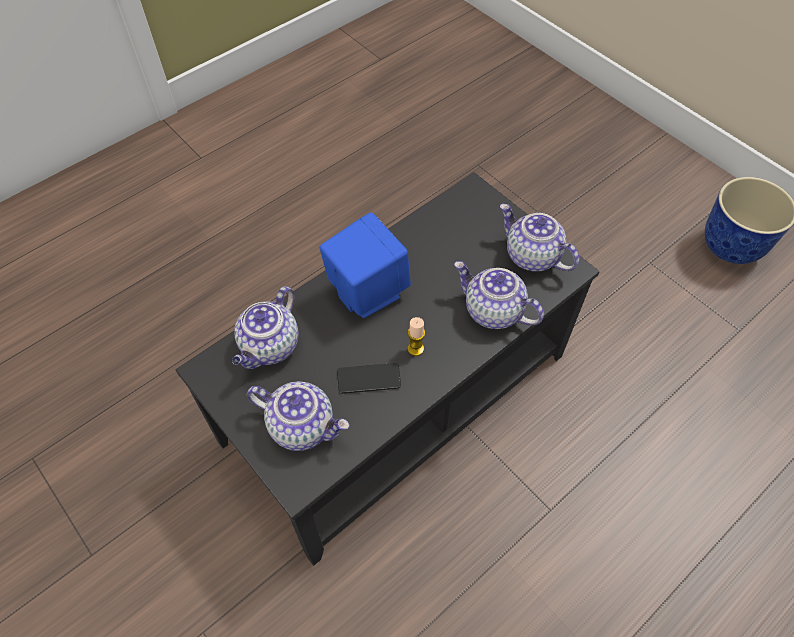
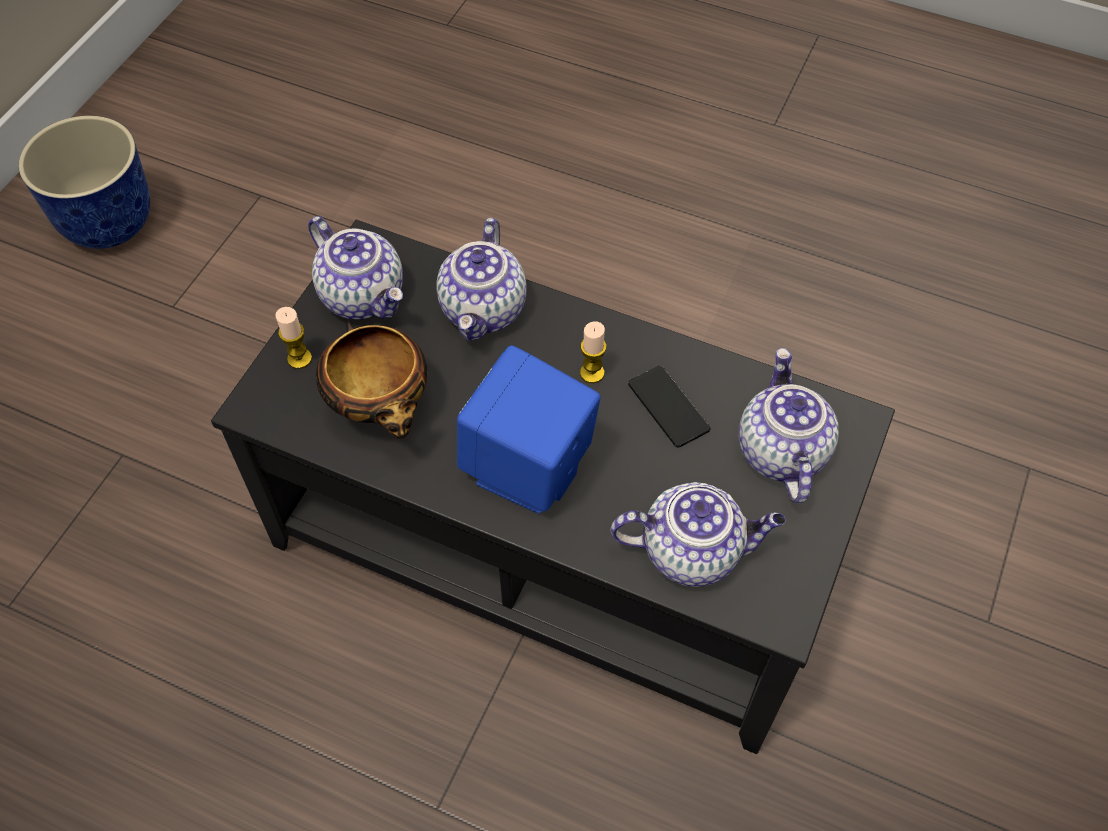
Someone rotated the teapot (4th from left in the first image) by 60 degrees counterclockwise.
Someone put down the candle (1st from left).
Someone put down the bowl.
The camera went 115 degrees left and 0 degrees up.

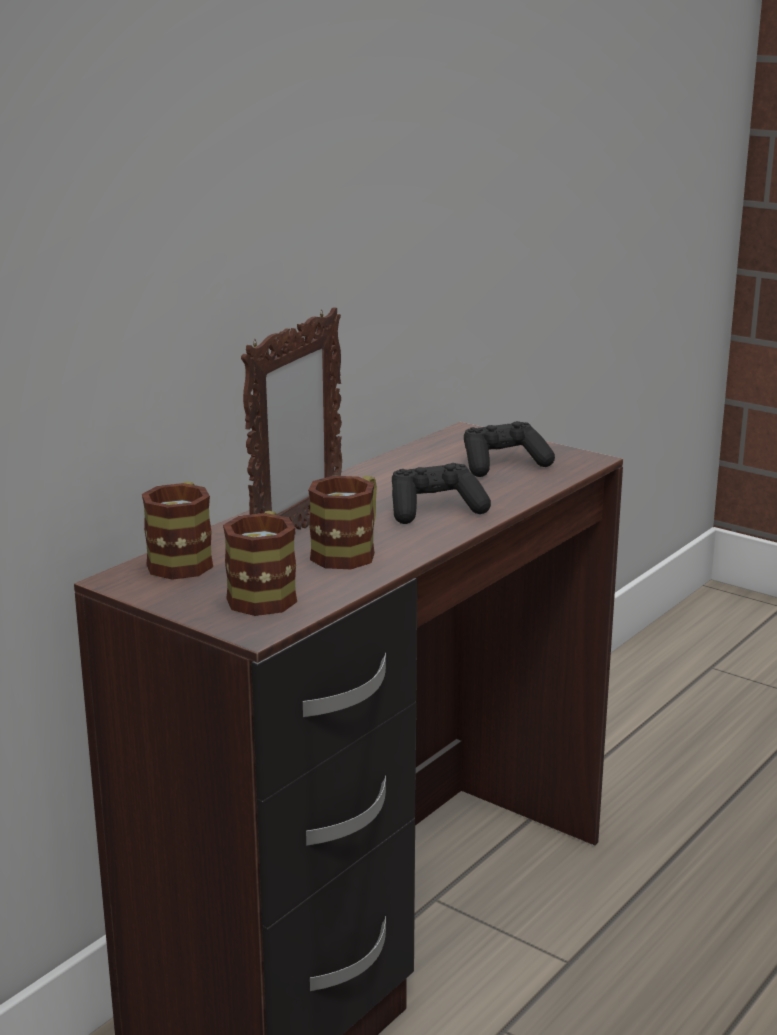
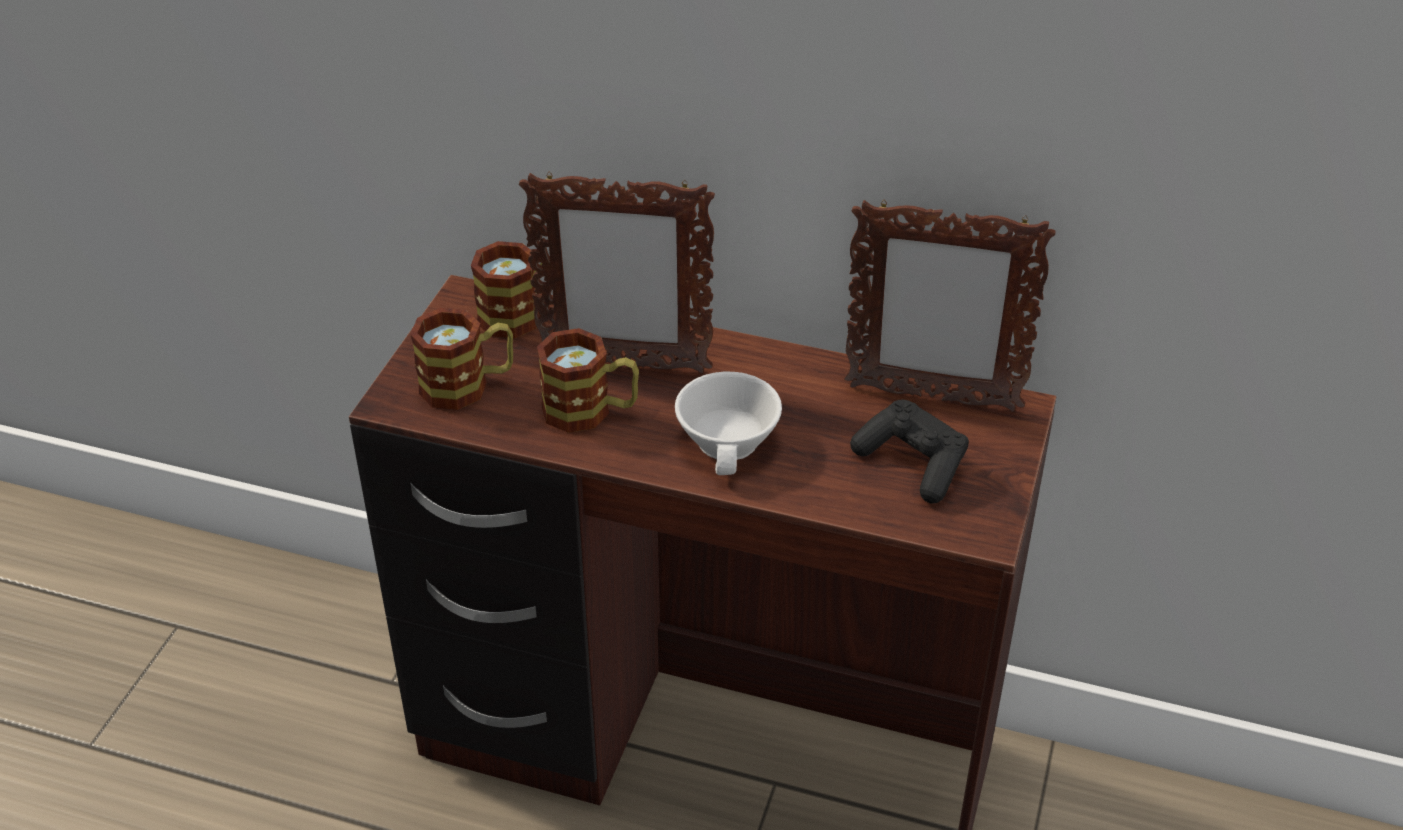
Someone swapped the game controller (black) (1st from left) for the cup (white).
Someone put down the picture frame (2nd from left).
The camera went 70 degrees right and 20 degrees up.

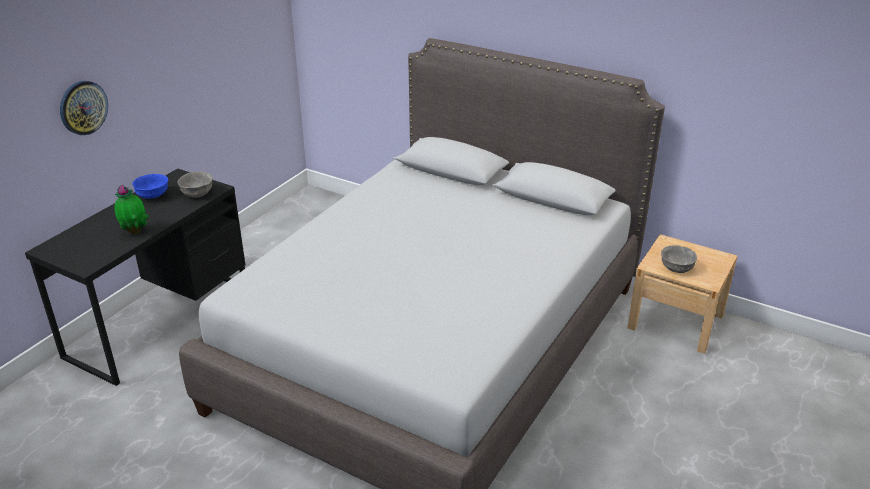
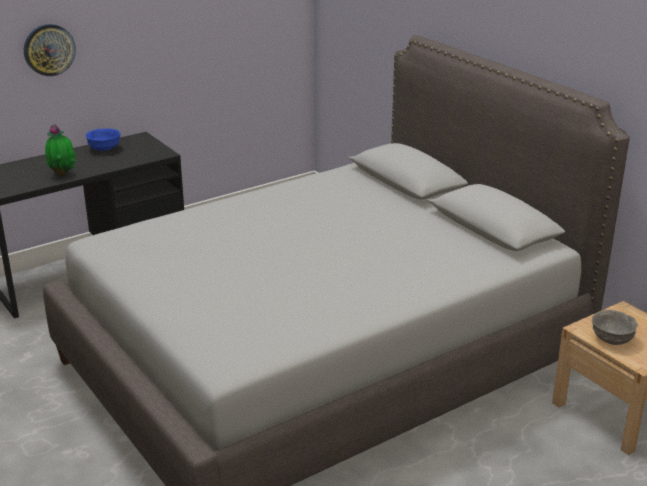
Someone took away the bowl (grey) (1st from left).
The camera went 25 degrees right and 5 degrees down.

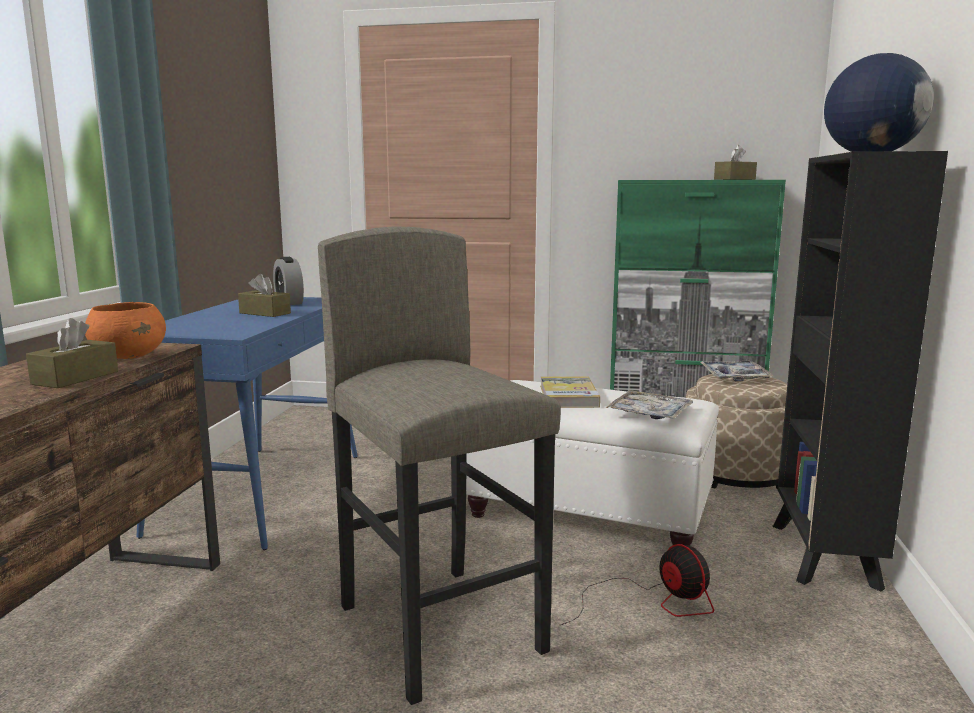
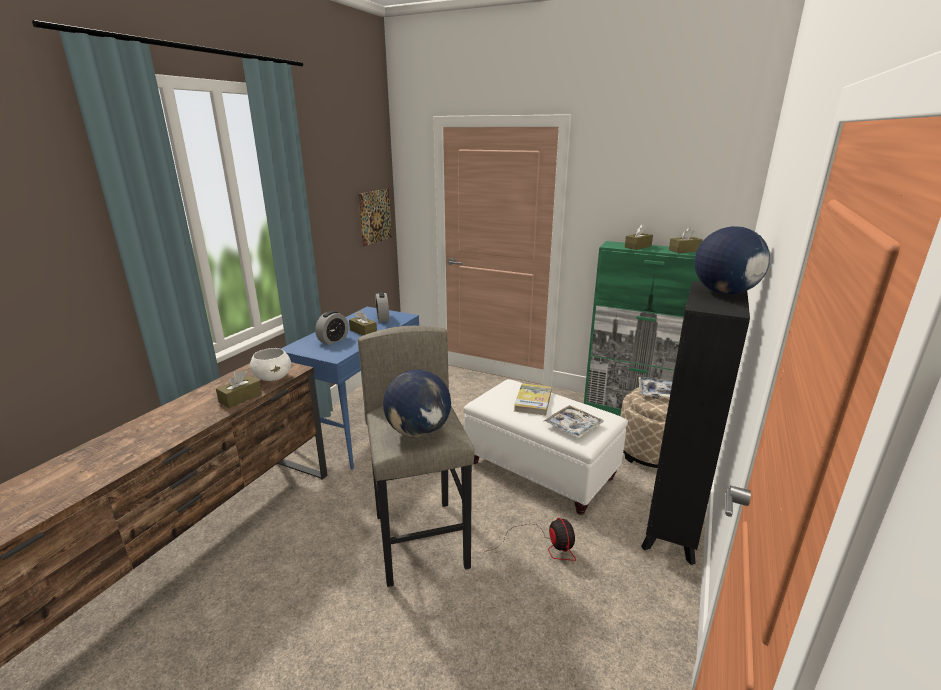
Someone repainted the bowl (orange), which became the bowl (white).
Someone put up the picture.
Someone put down the tissue box (brown) (3rd from left).
Someone put down the alarm clock (1st from left).
Someone put down the globe (1st from left).
The camera went 15 degrees right and 10 degrees up.

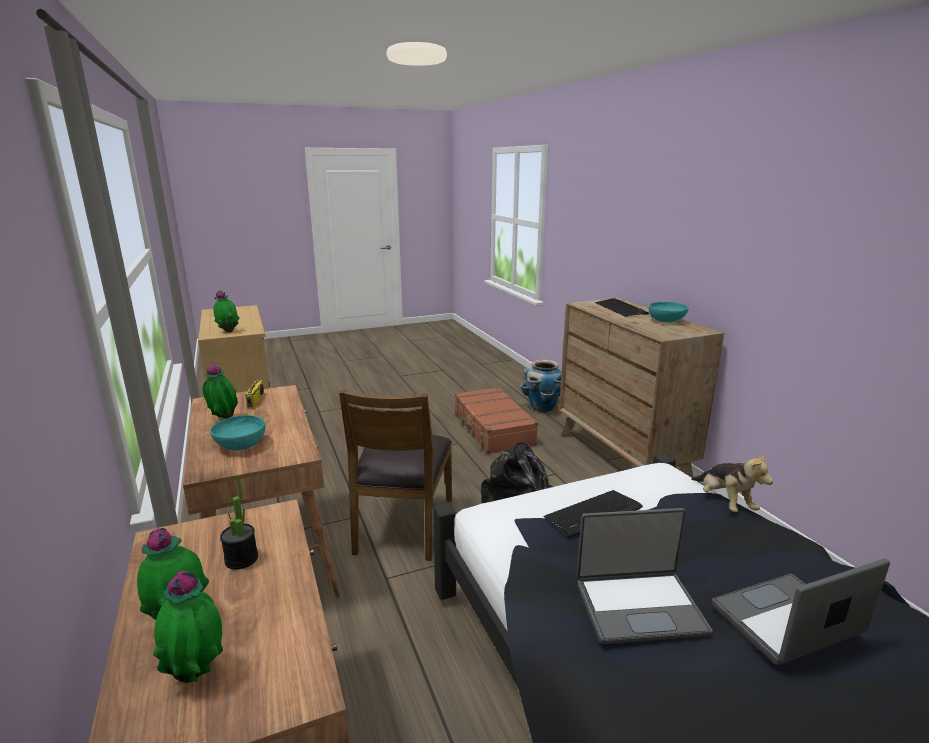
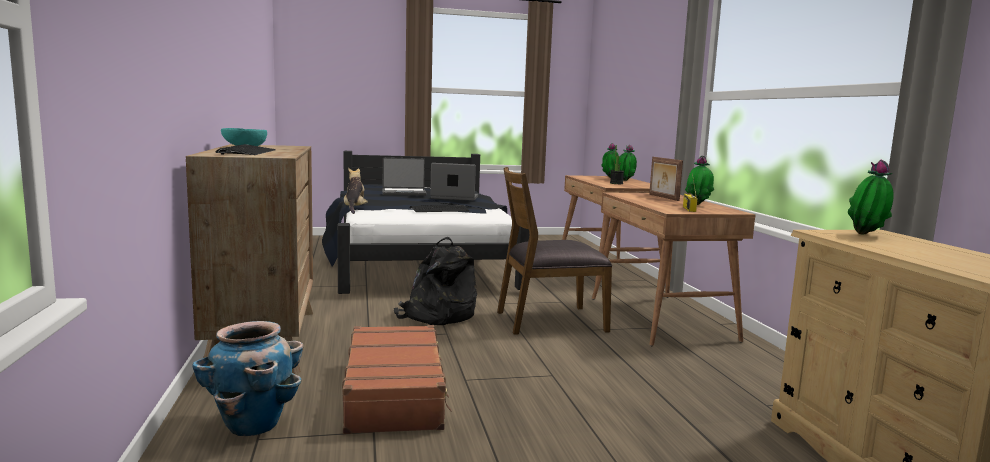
Someone rotated the chair (brown) by 120 degrees counterclockwise.
Someone swapped the bowl (turquoise) (1st from left) for the picture frame.
The camera went 170 degrees left and 10 degrees down.

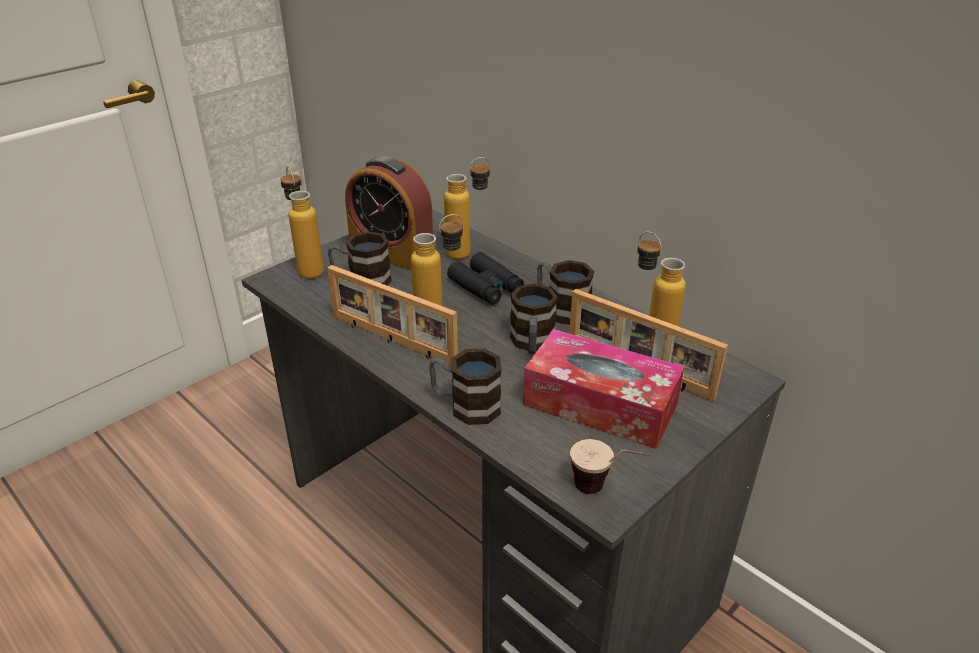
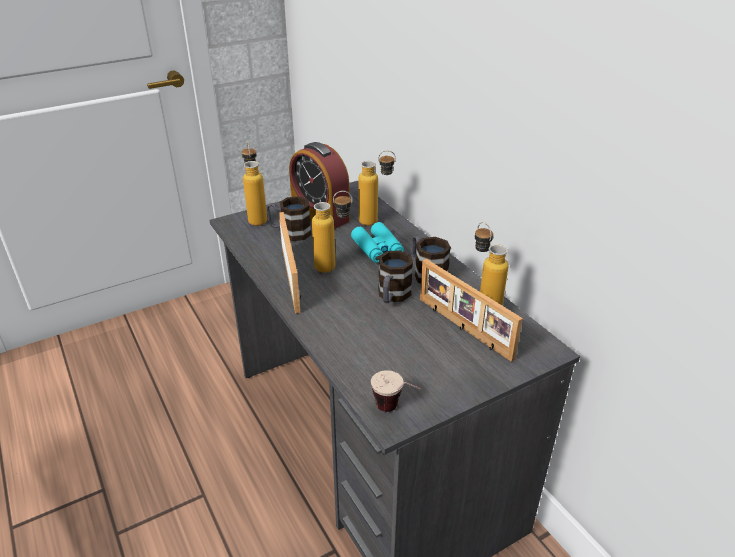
Someone repainted the binoculars (black), which became the binoculars (turquoise).
Someone rotated the picture frame (1st from left) by 150 degrees counterclockwise.
Someone took away the tissue box.
Someone took away the mug (2nd from left).
The camera went 15 degrees right and 0 degrees up.

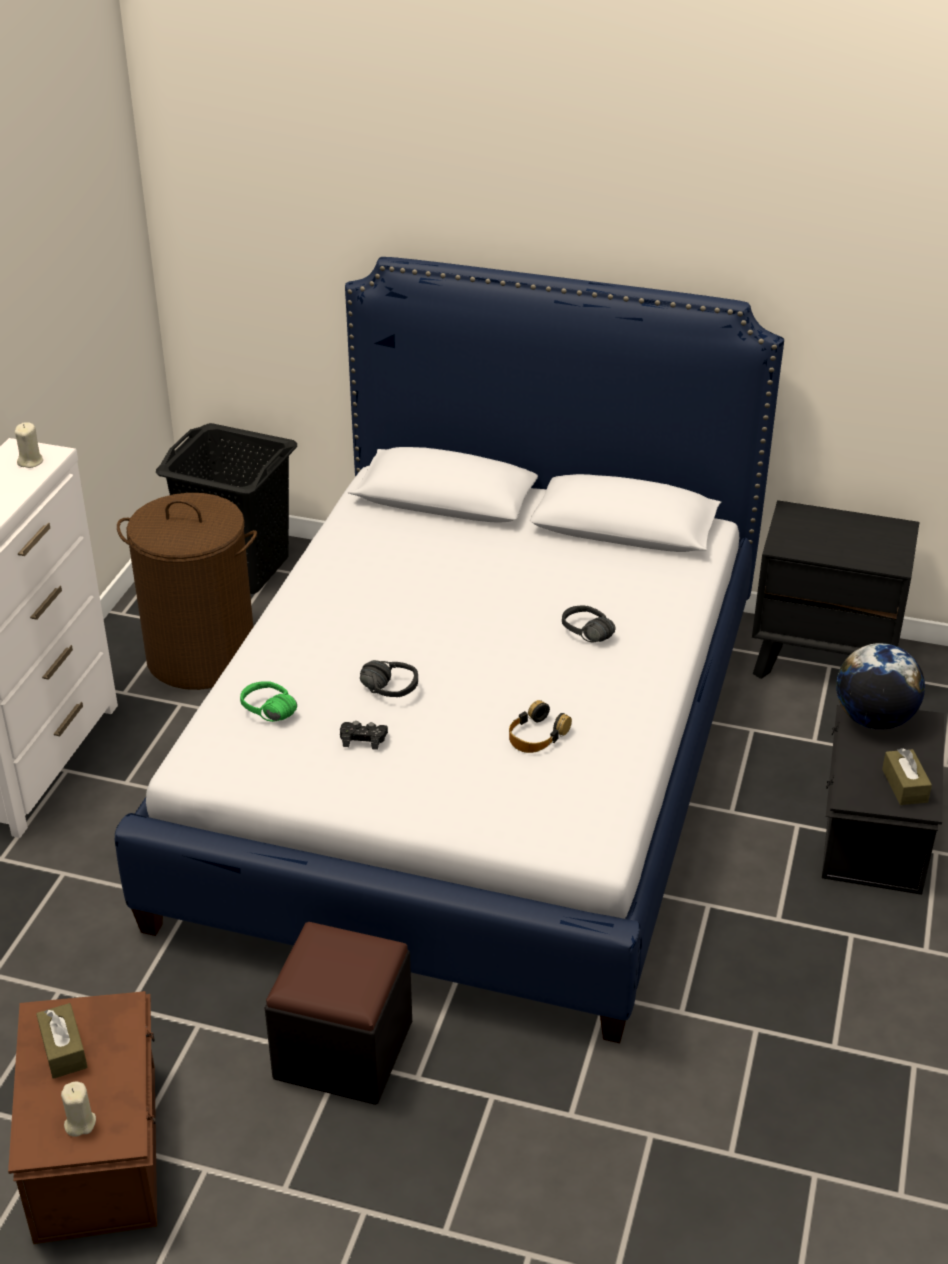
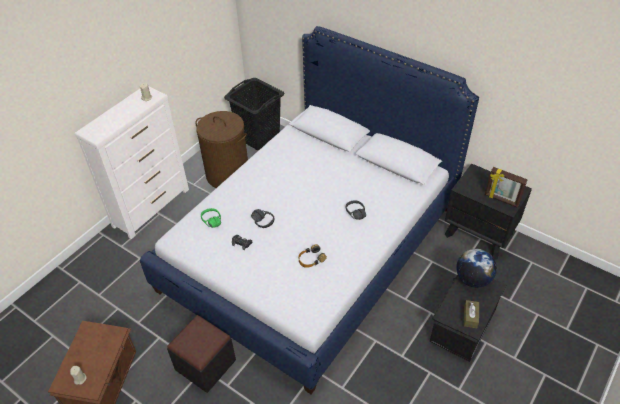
Someone took away the tissue box (brown) (1st from left).
Someone put down the picture frame.
The camera went 20 degrees right and 10 degrees up.

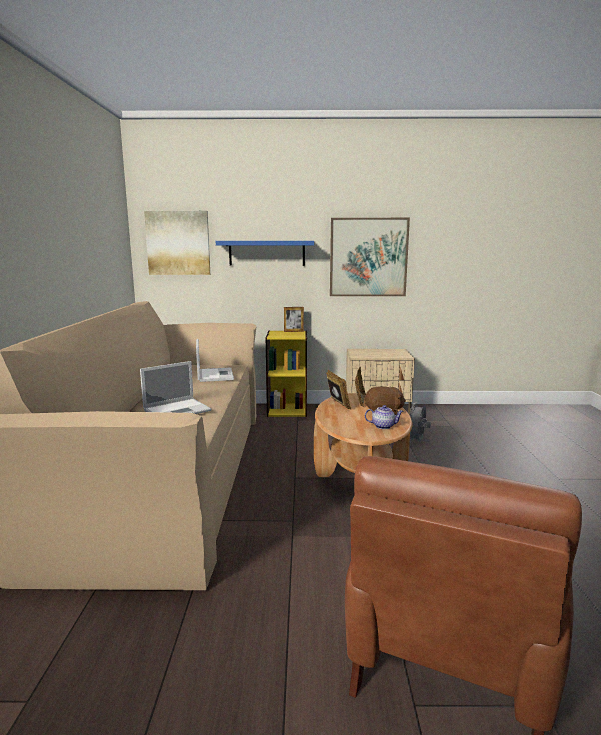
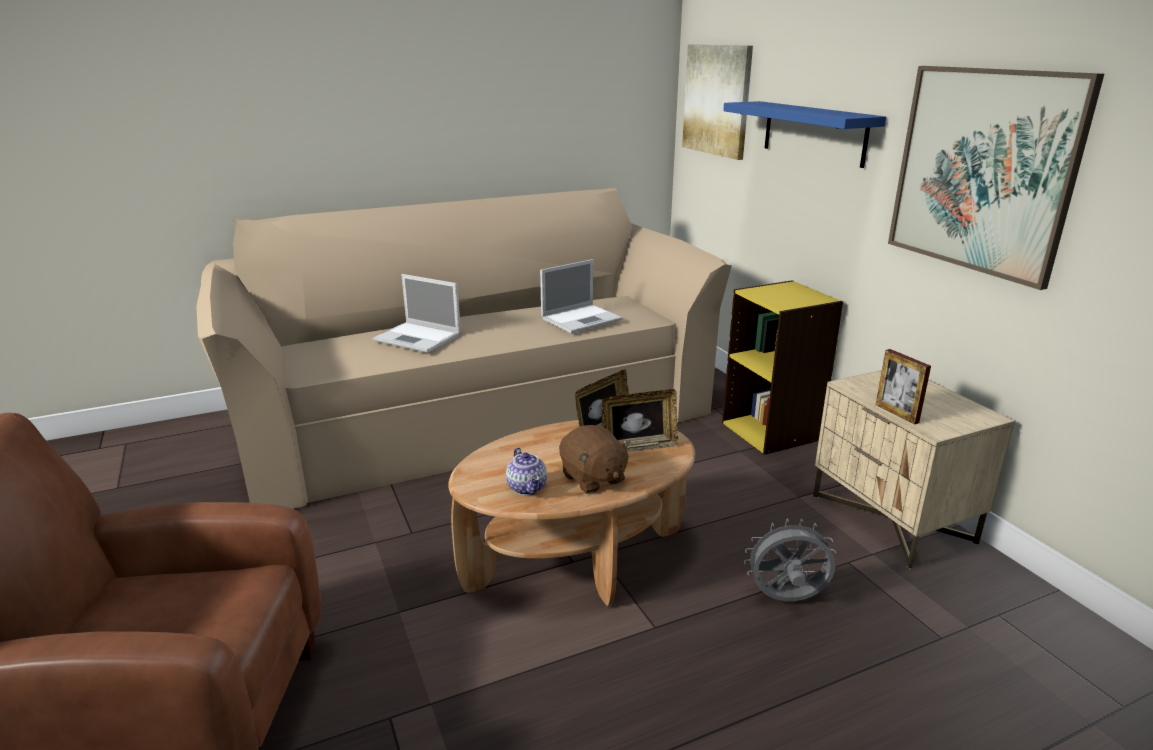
Someone carried the picture frame (1st from left in the first image).
The camera went 65 degrees right and 10 degrees up.

